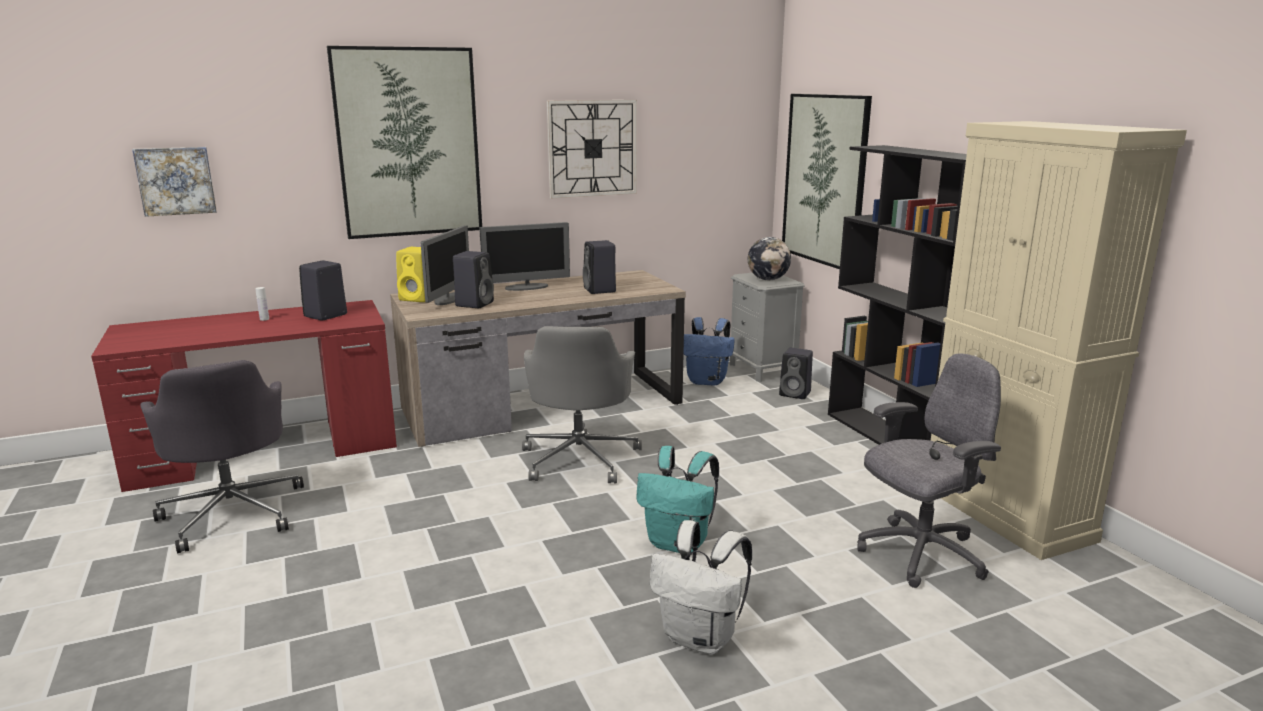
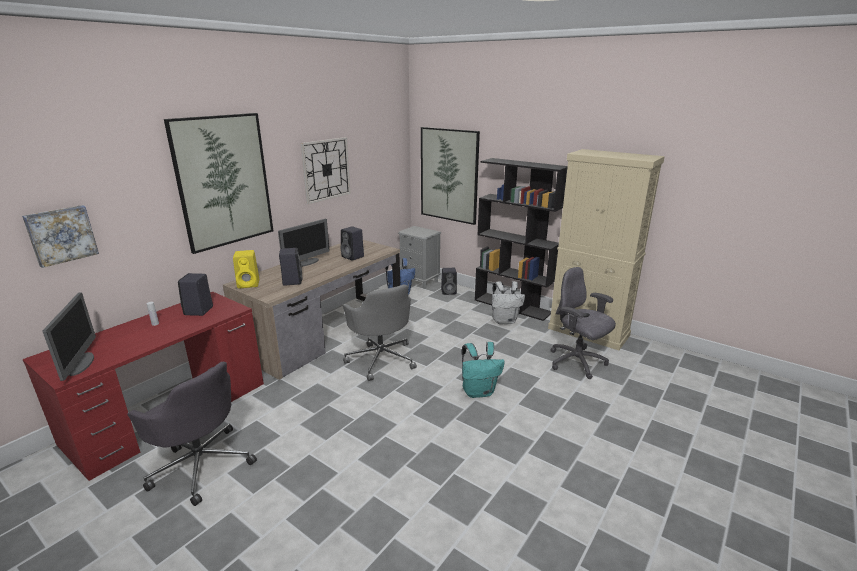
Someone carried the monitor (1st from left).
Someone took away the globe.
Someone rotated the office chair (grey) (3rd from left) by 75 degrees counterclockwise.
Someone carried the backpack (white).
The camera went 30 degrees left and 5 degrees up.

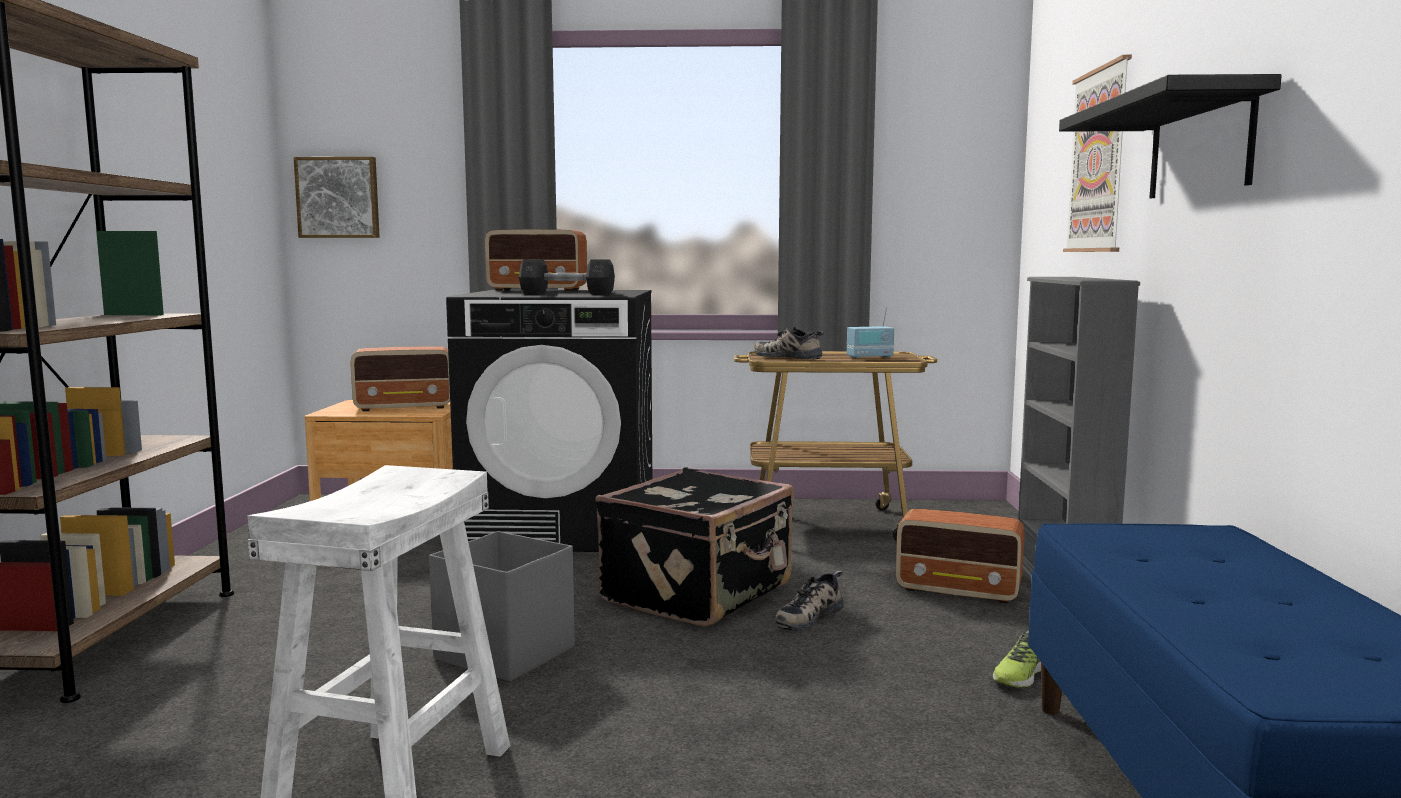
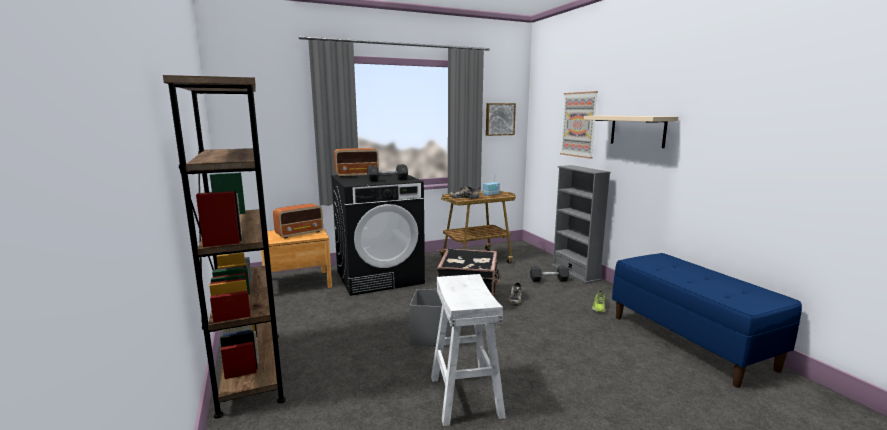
Someone repainted the shelf (black), which became the shelf (beige).
Someone carried the picture (1st from left).
Someone swapped the radio (4th from left) for the dumbbell (grey) (2nd from left).
The camera went 25 degrees left and 5 degrees up.

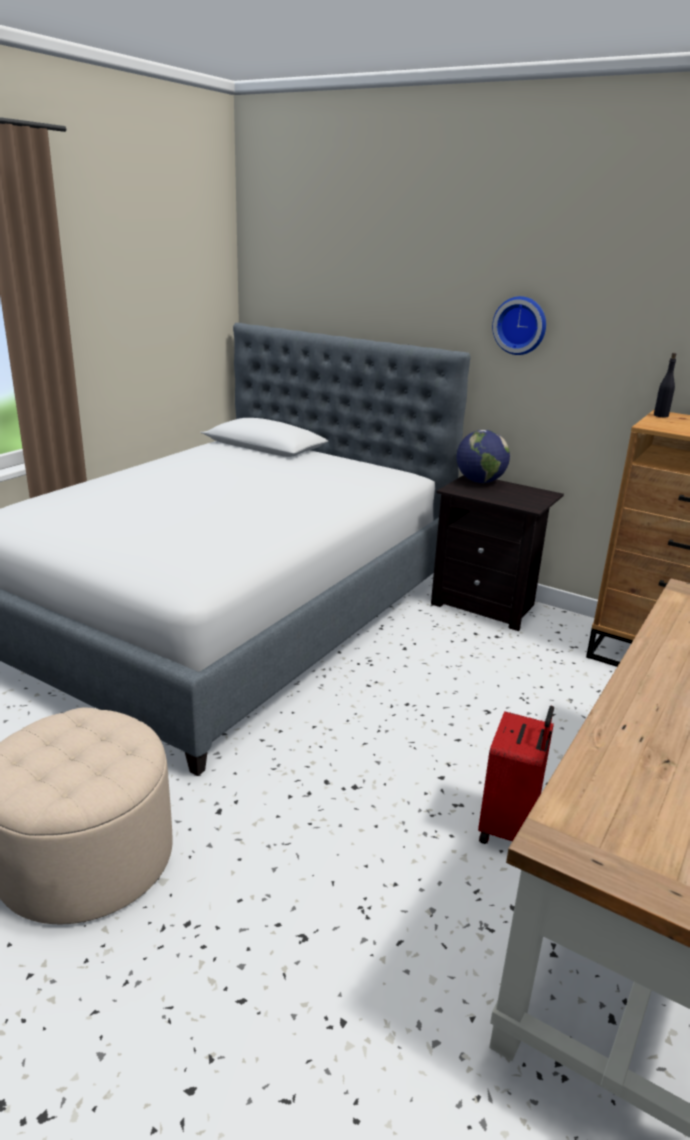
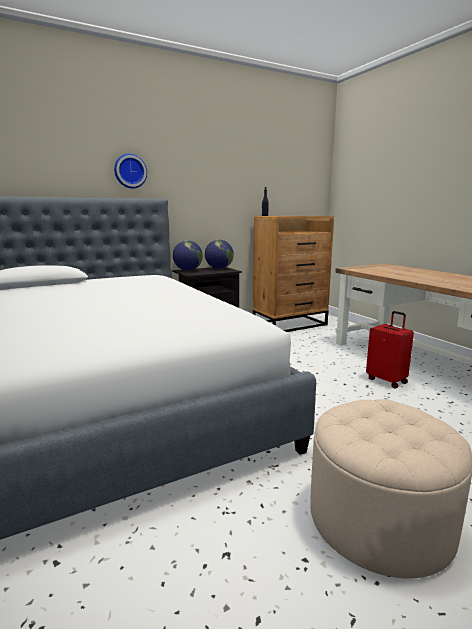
Someone carried the wall clock.
Someone put down the globe (2nd from left).
The camera went 60 degrees left and 10 degrees down.

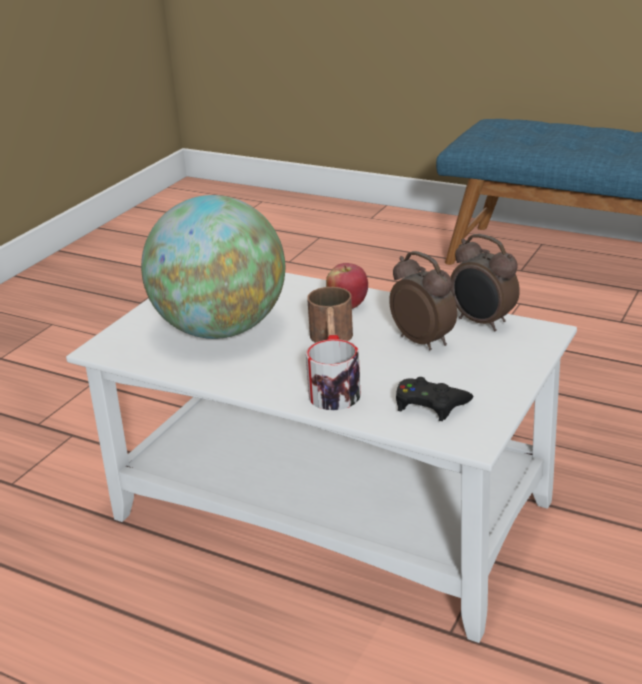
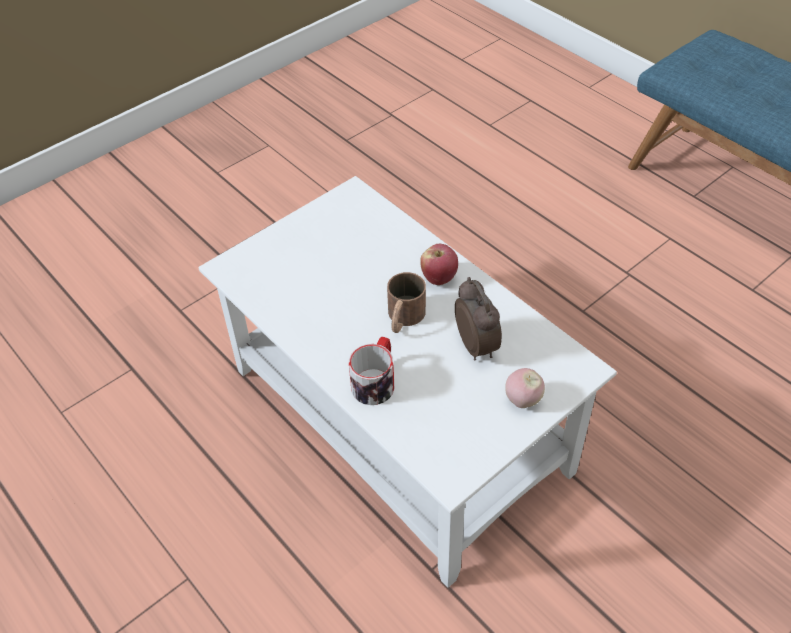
Someone took away the globe.
Someone took away the alarm clock (2nd from left).
Someone took away the game controller (black).
Someone put down the apple (2nd from left).
The camera went 20 degrees right and 20 degrees up.

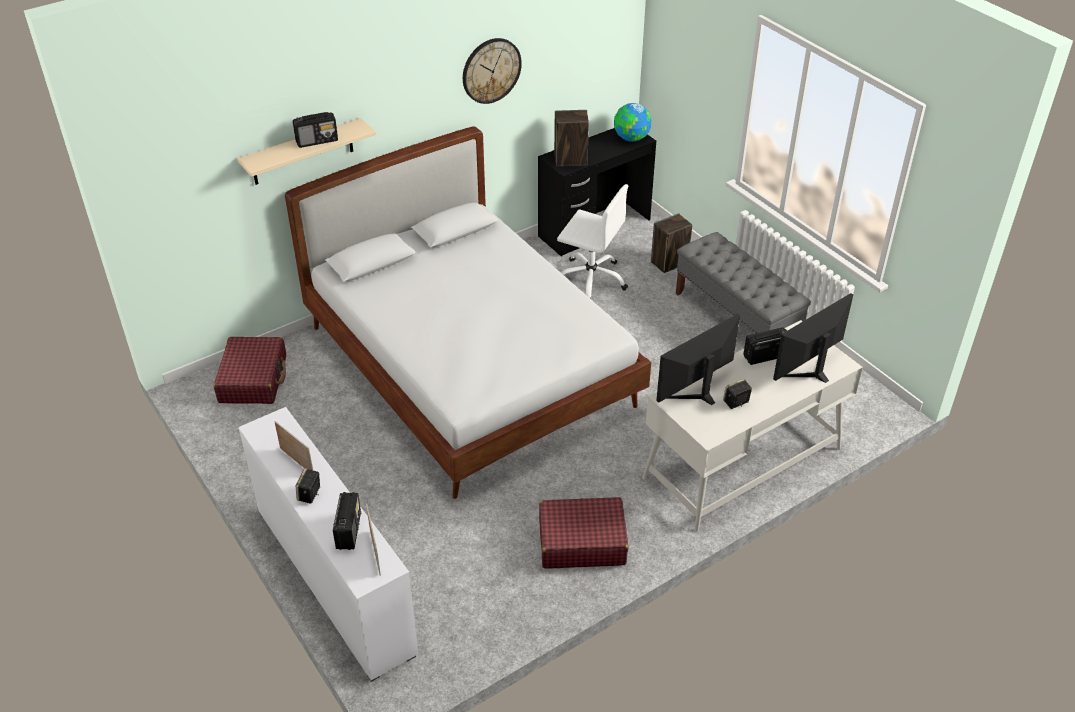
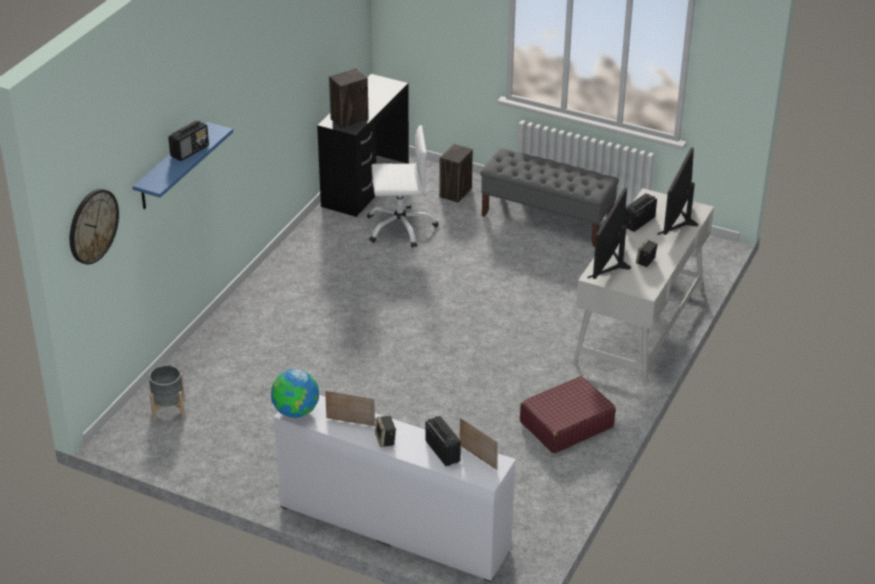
Someone carried the wall clock.
Someone carried the globe.
Someone repainted the shelf (beige), which became the shelf (blue).
Someone took away the bed (white).
Someone swapped the suitcase (red) (1st from left) for the planter (grey).
The camera went 30 degrees left and 5 degrees down.

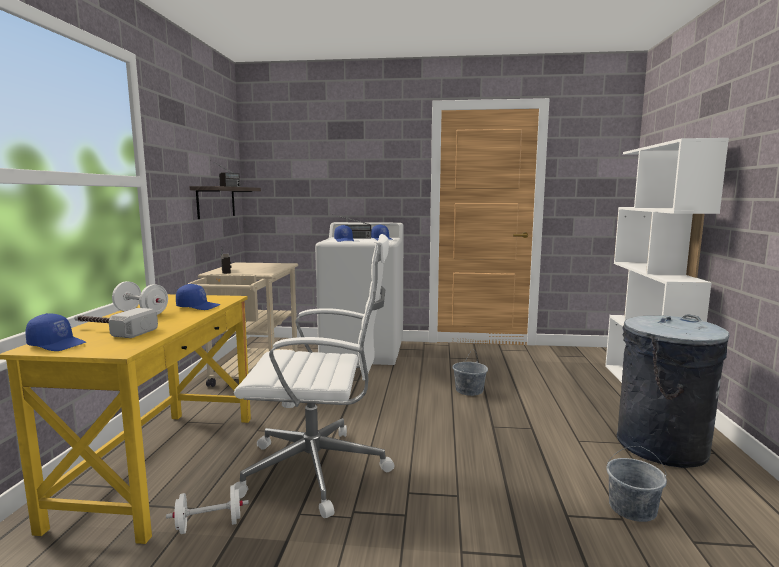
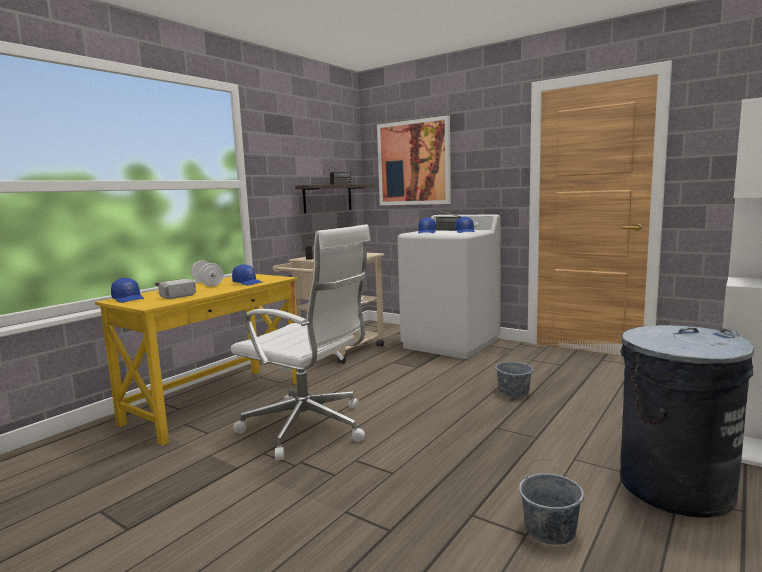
Someone took away the dumbbell (white) (2nd from left).
Someone put up the picture.
The camera went 30 degrees right and 0 degrees up.

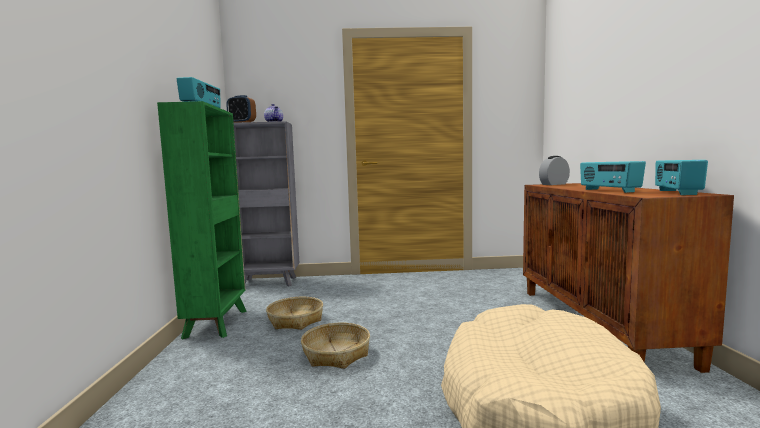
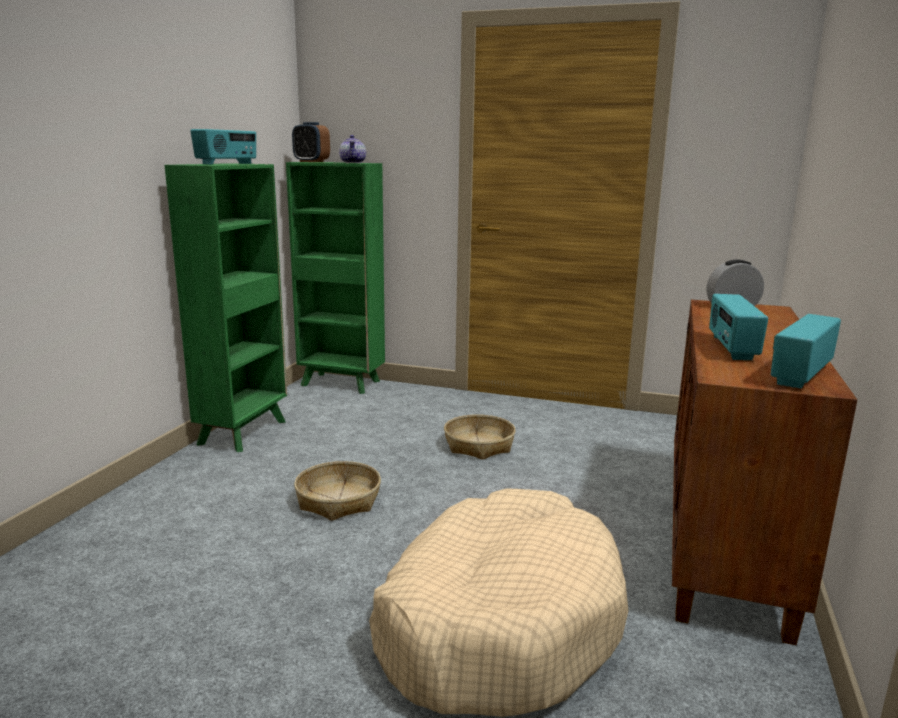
Someone repainted the bookcase (grey), which became the bookcase (green) (2nd from left).
Someone carried the basket (1st from left in the first image).
The camera went 20 degrees right and 10 degrees up.

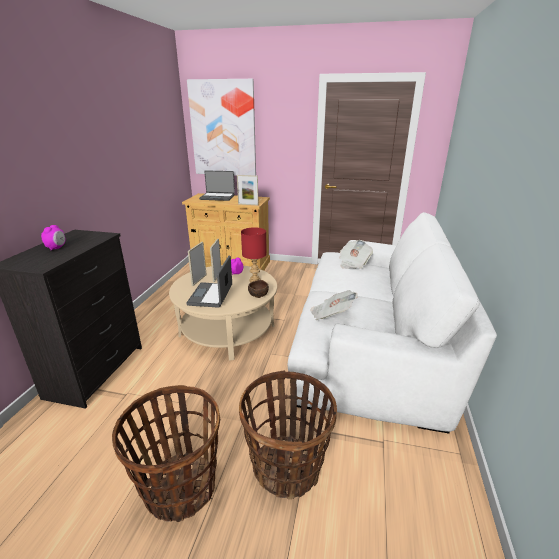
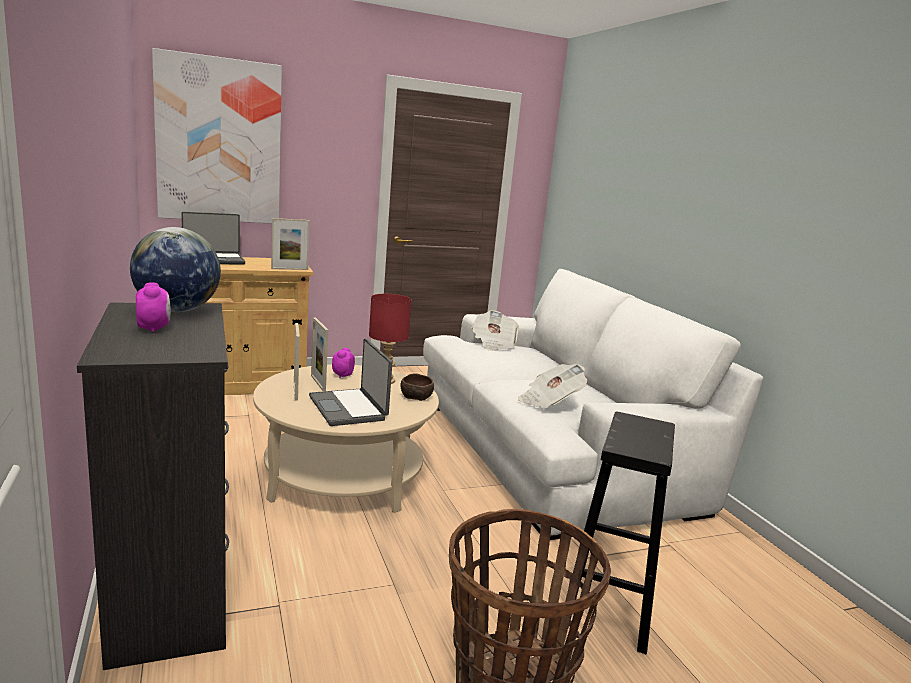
Someone swapped the basket (2nd from left) for the stool (black).
Someone put down the globe.
The camera went 35 degrees left and 10 degrees down.

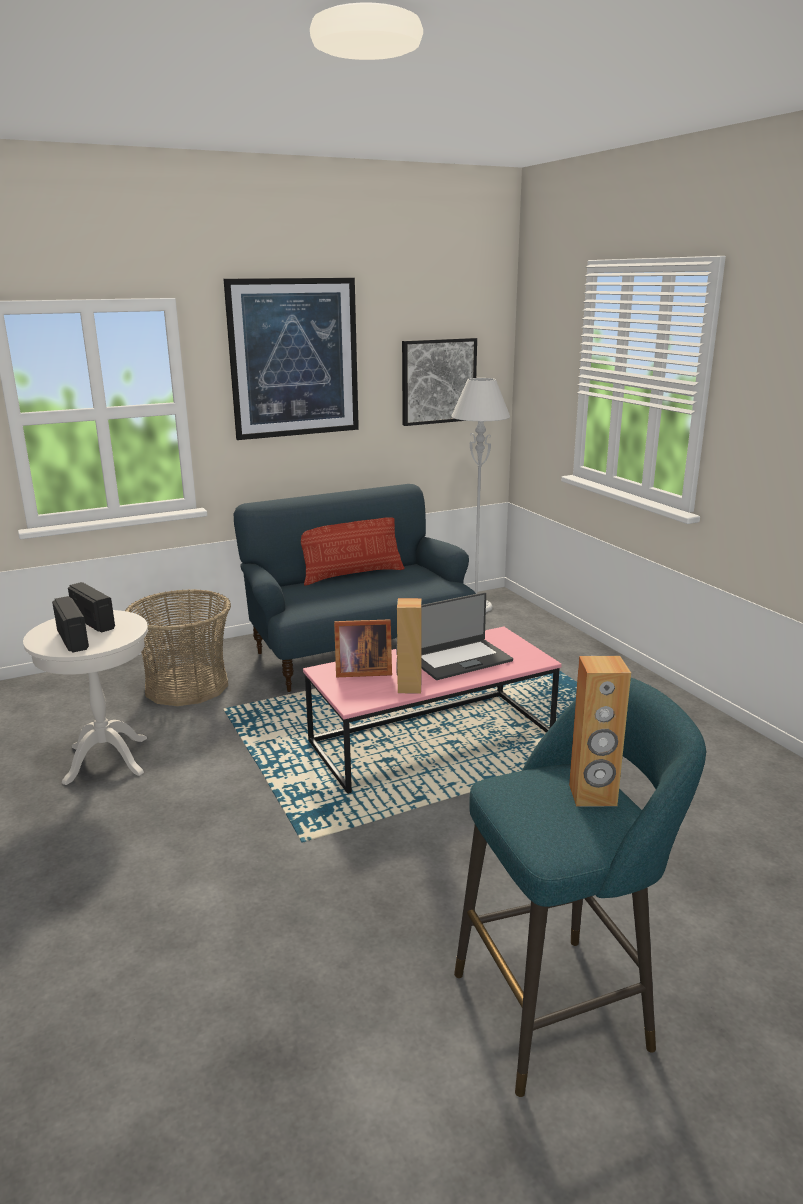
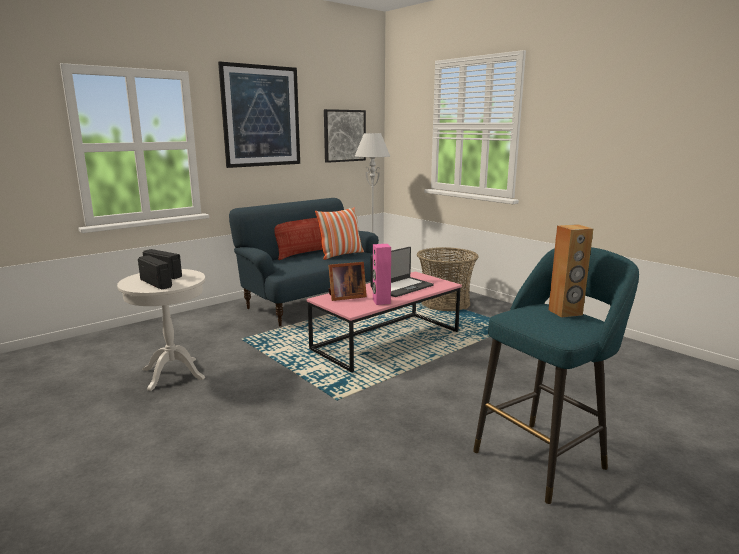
Someone carried the basket.
Someone repainted the speaker (brown) (1st from left), which became the speaker (pink).
Someone put down the pillow (2nd from left).
The camera went 15 degrees left and 5 degrees down.

